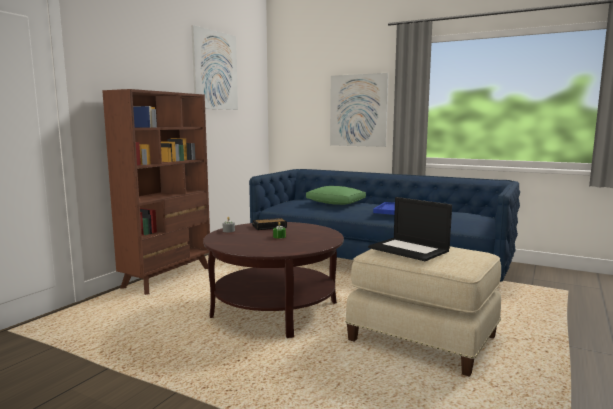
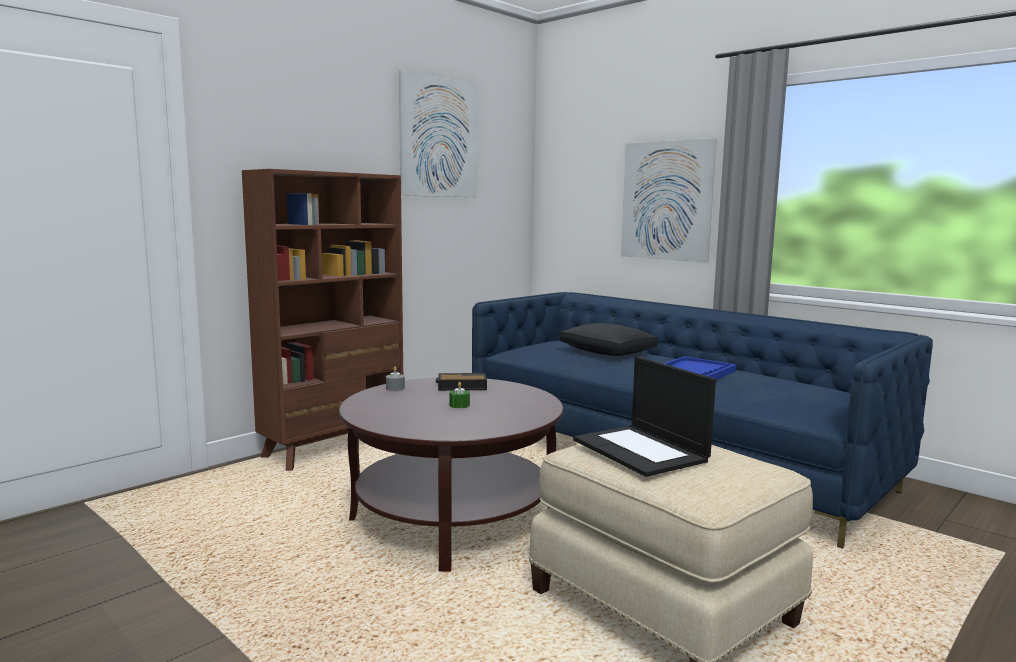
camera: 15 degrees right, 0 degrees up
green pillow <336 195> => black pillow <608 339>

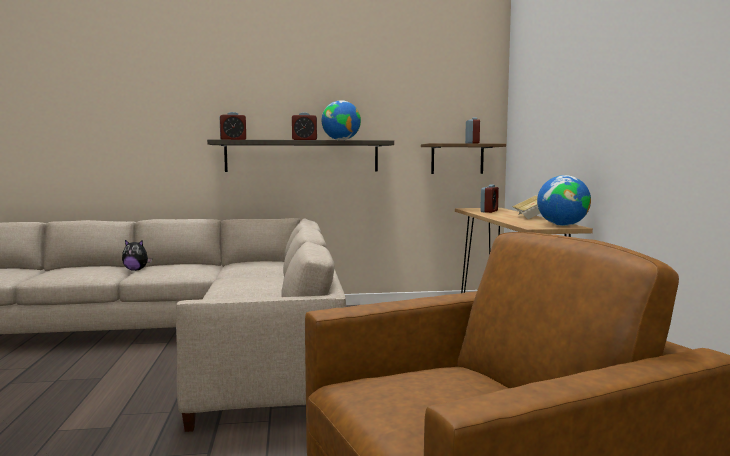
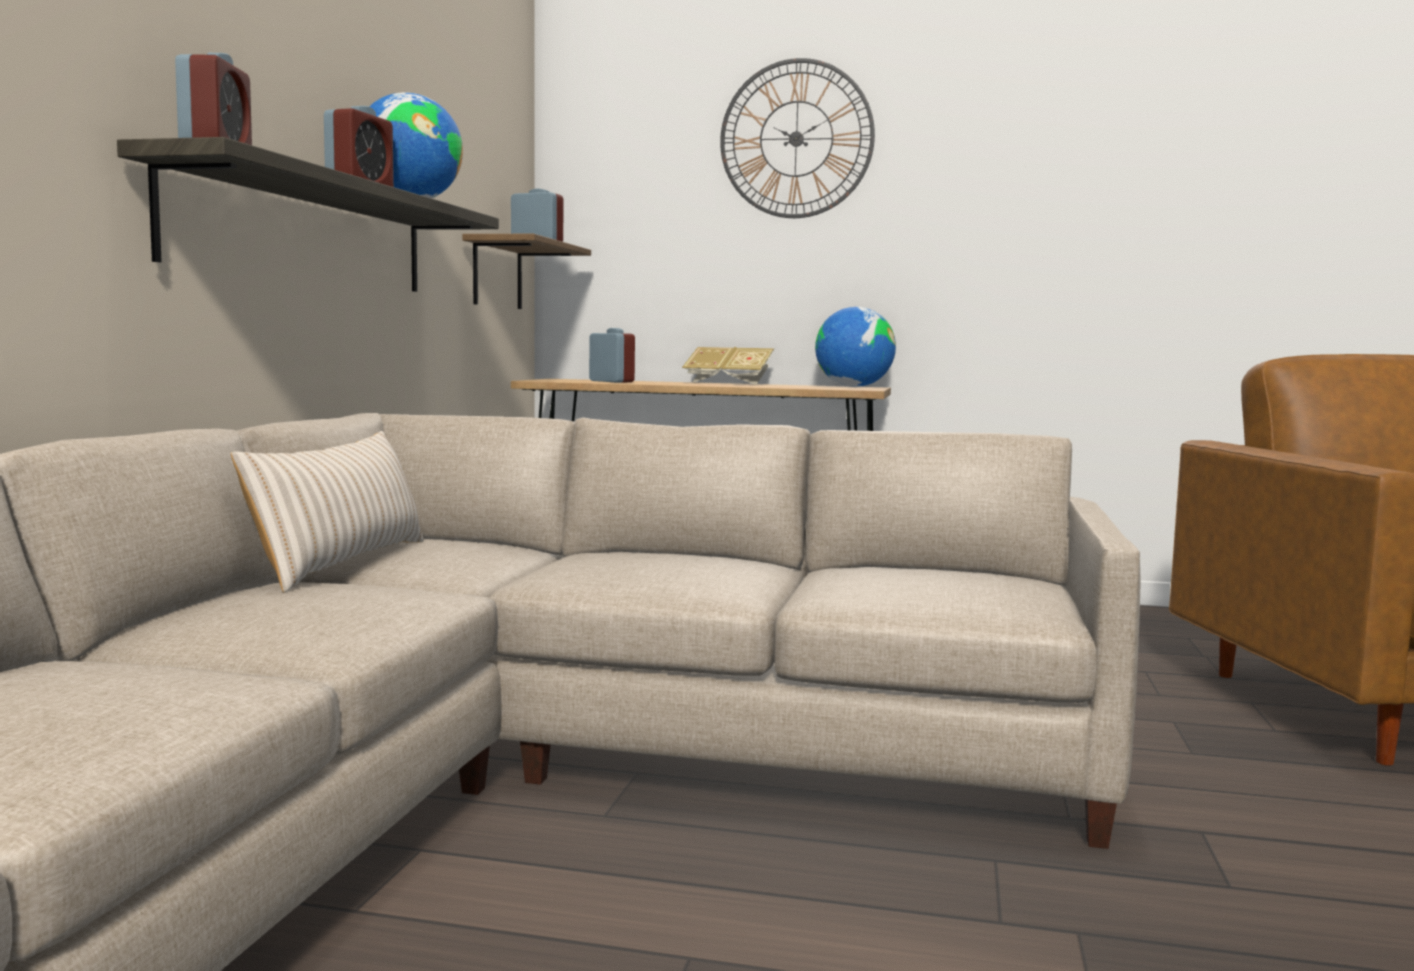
camera: 70 degrees left, 0 degrees up
nothing => beige pillow <327 512>
nothing => wall clock <797 138>
plush toy <137 255> => nothing

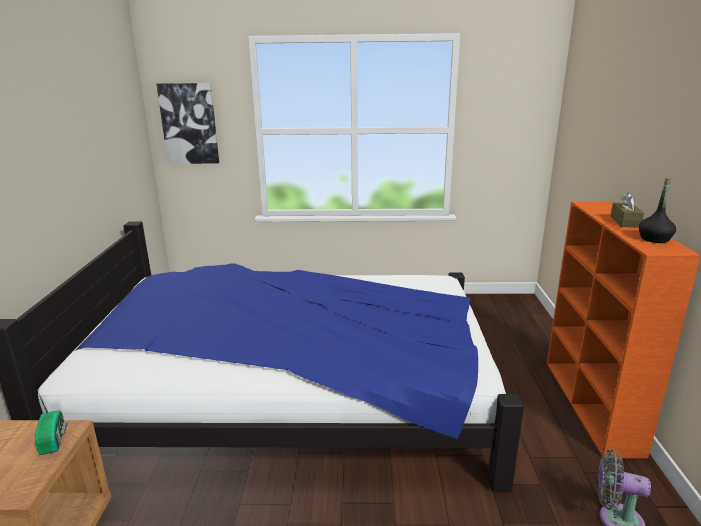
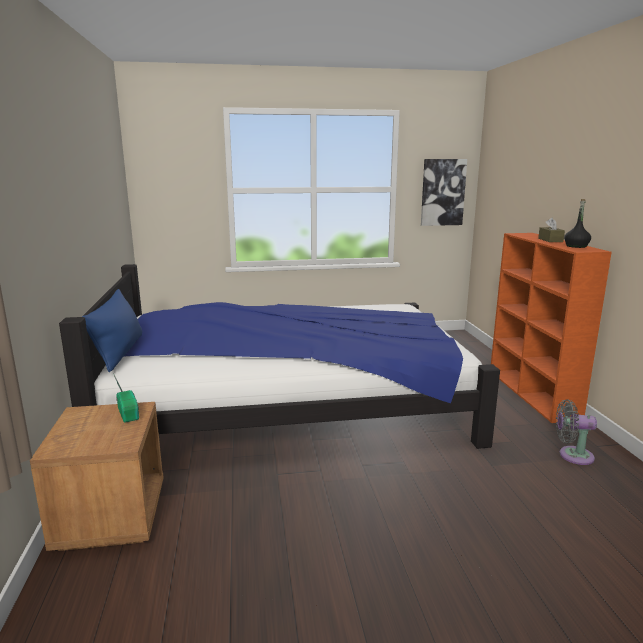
camera: 10 degrees left, 5 degrees down
nothing => blue pillow <112 330>
picture <188 123> => picture <444 192>, moved

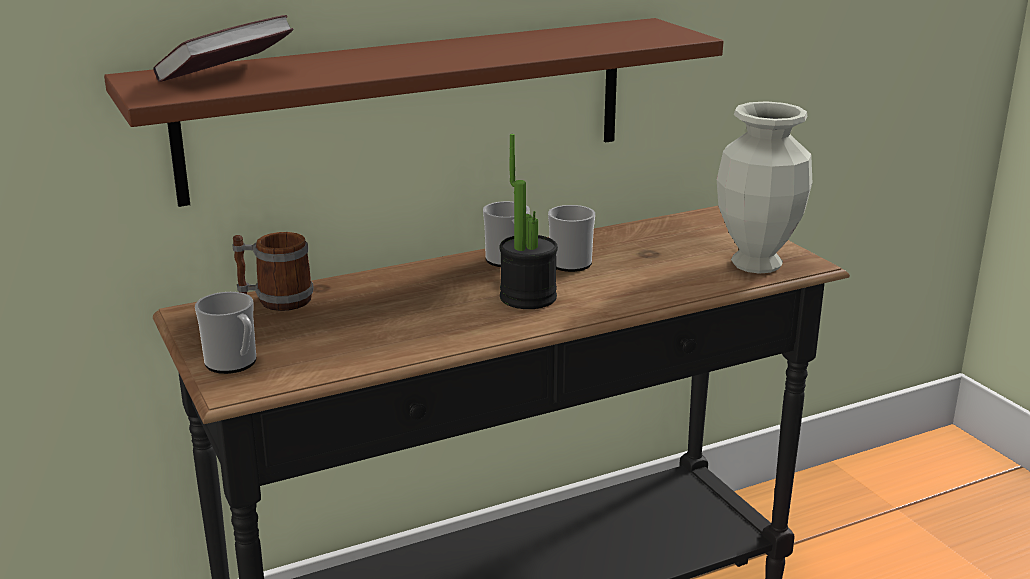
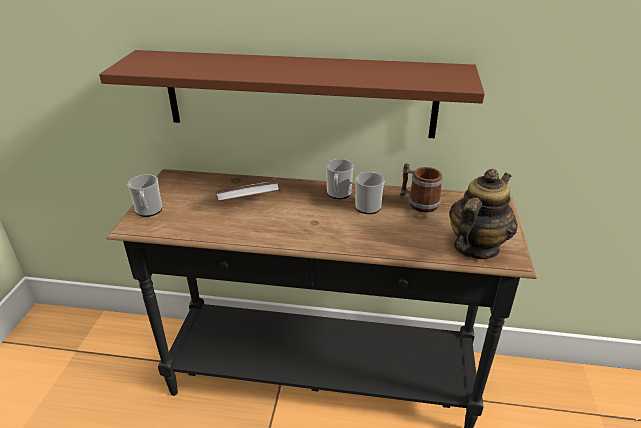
camera: 35 degrees right, 10 degrees up
book <223 48> => book <248 190>, moved
mug <273 271> => mug <421 188>, moved
vase <764 187> => teapot <483 214>
potted plant <528 221> => nothing

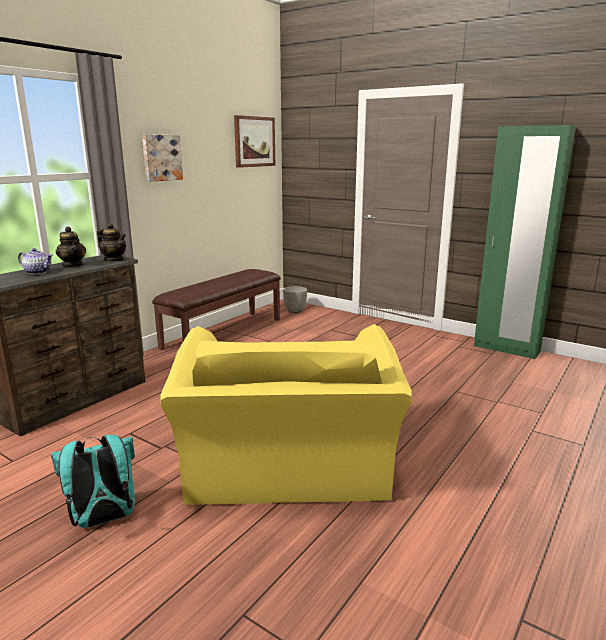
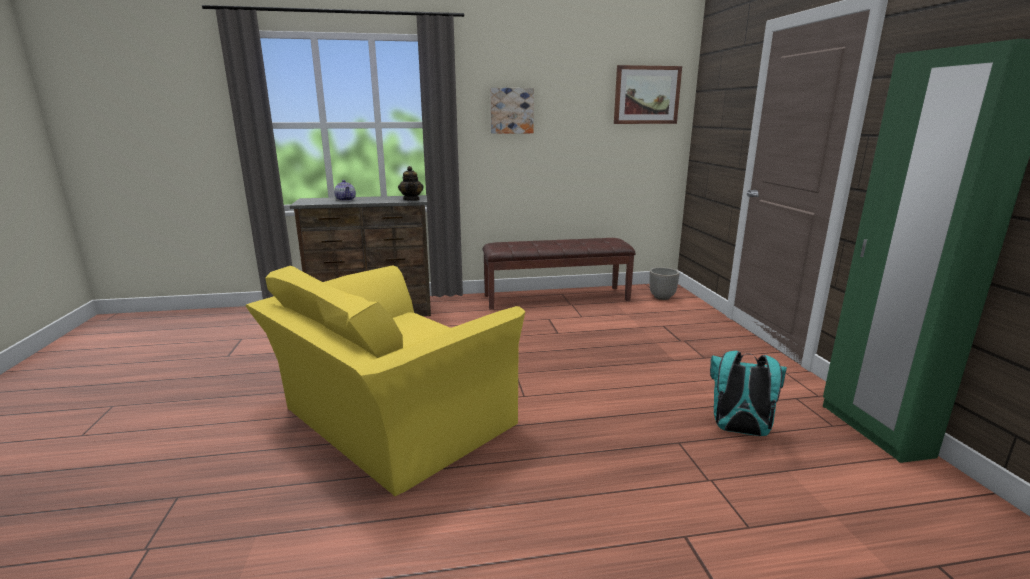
camera: 45 degrees right, 0 degrees up
turquoise backpack <93 481> => turquoise backpack <748 393>, moved
teapot <71 247> => nothing

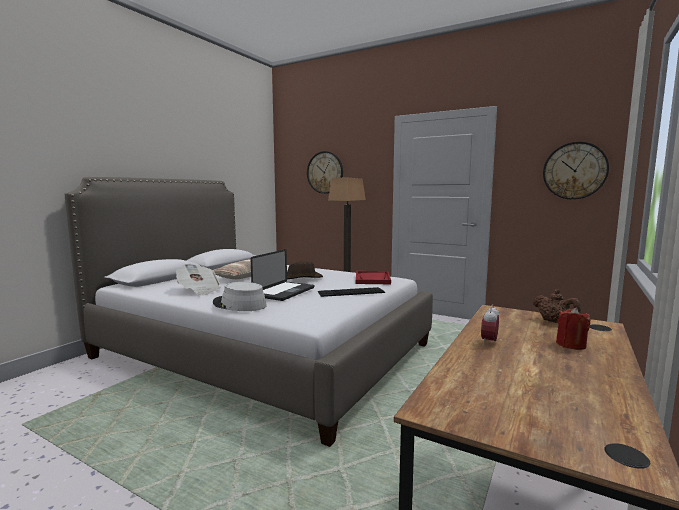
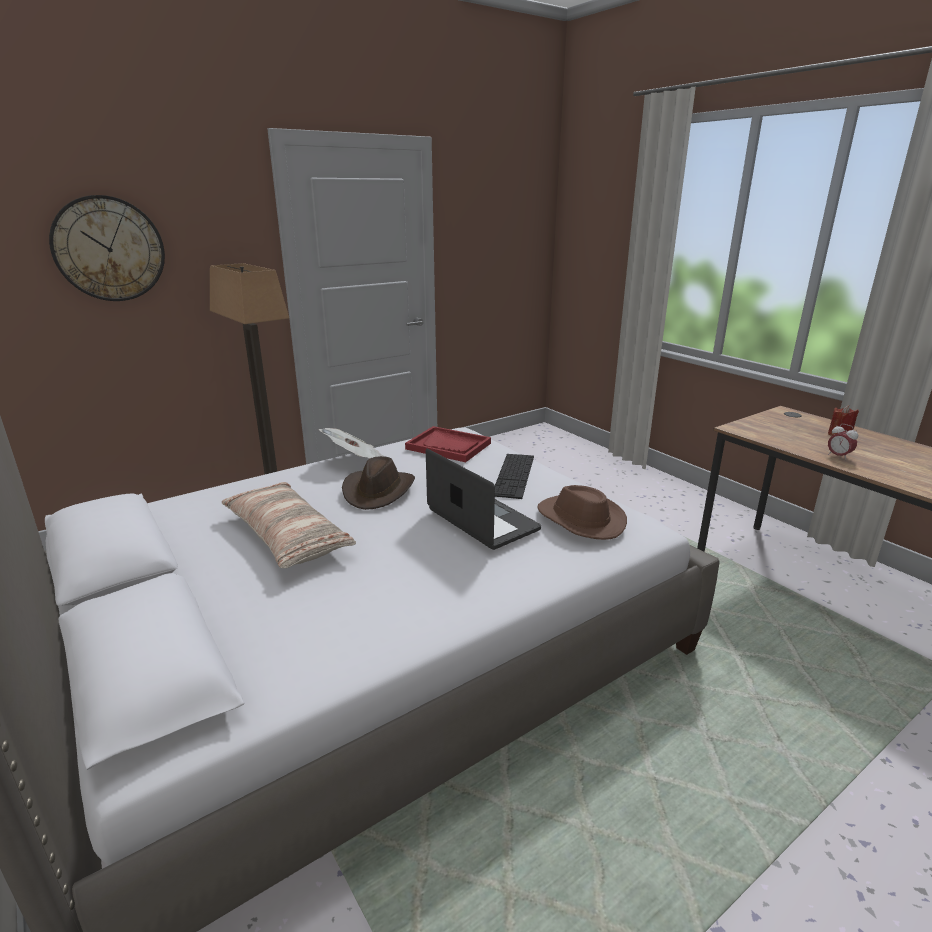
camera: 65 degrees left, 15 degrees up
newspaper <198 280> => newspaper <351 443>, moved
nothing => brown hat <582 512>
grey hat <240 296> => nothing
brown teapot <557 306> => nothing
wall clock <576 171> => nothing

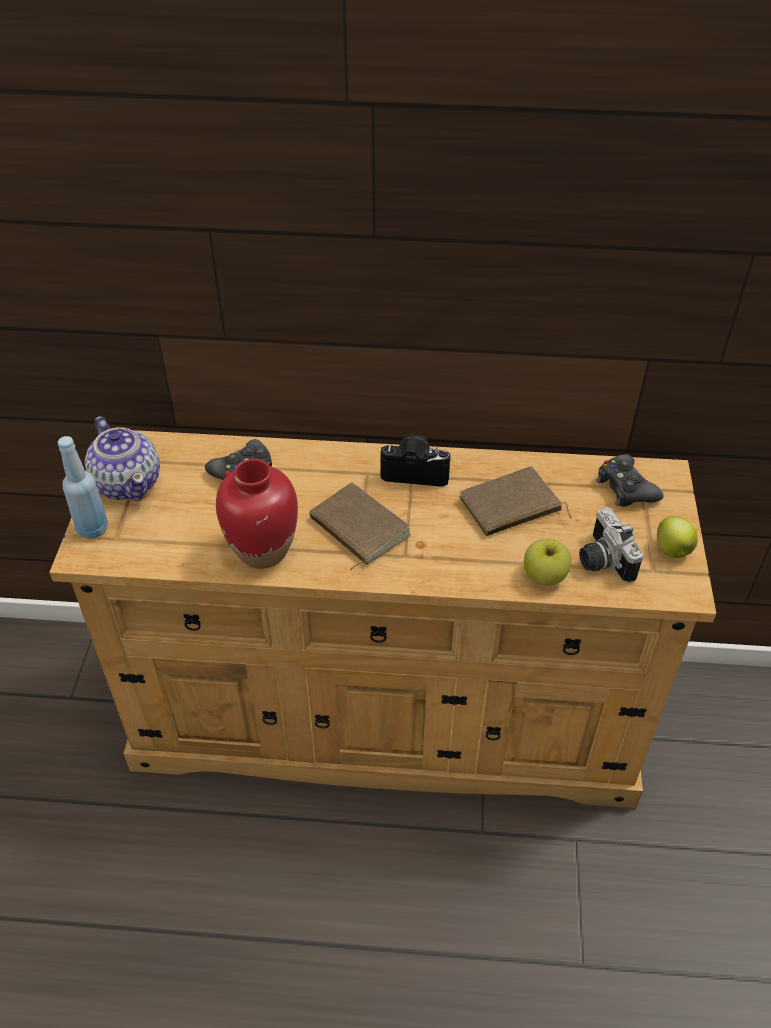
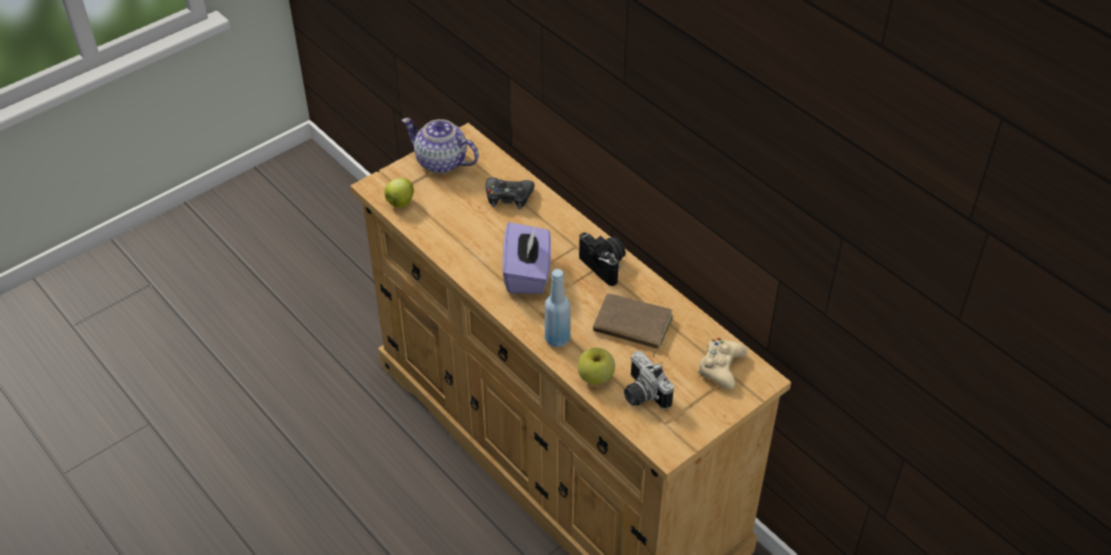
camera: 45 degrees right, 0 degrees up
apple <677 537> => apple <399 193>, moved
teapot <122 458> => teapot <440 145>, 105 degrees clockwise
brown book <360 526> => purple tissue box <526 258>
blue bottle <83 487> => blue bottle <558 308>, moved
photo camera <611 545> => photo camera <649 380>, 60 degrees counterclockwise
black game controller <630 480> => beige game controller <722 364>
red vase <257 514> => nothing

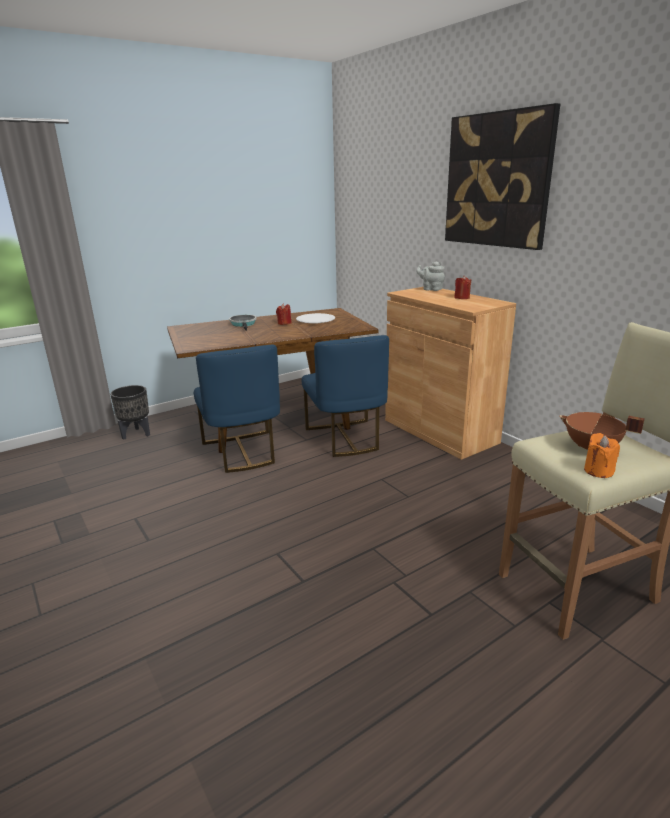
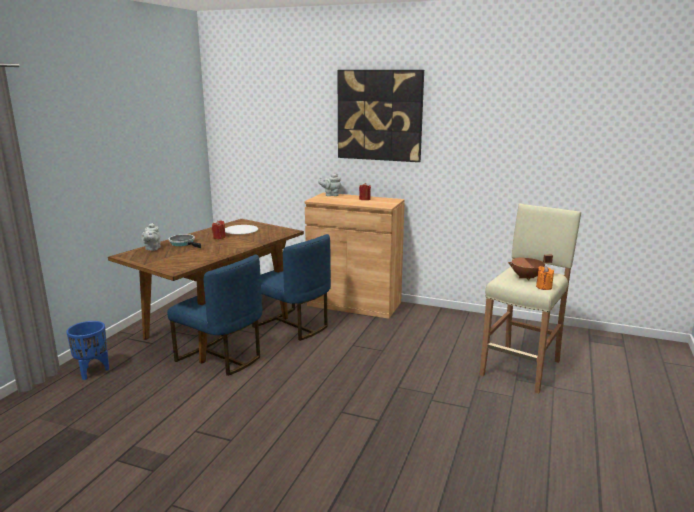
camera: 35 degrees left, 5 degrees down
black planter <130 412> => blue planter <87 350>
nothing => grey teapot <151 237>

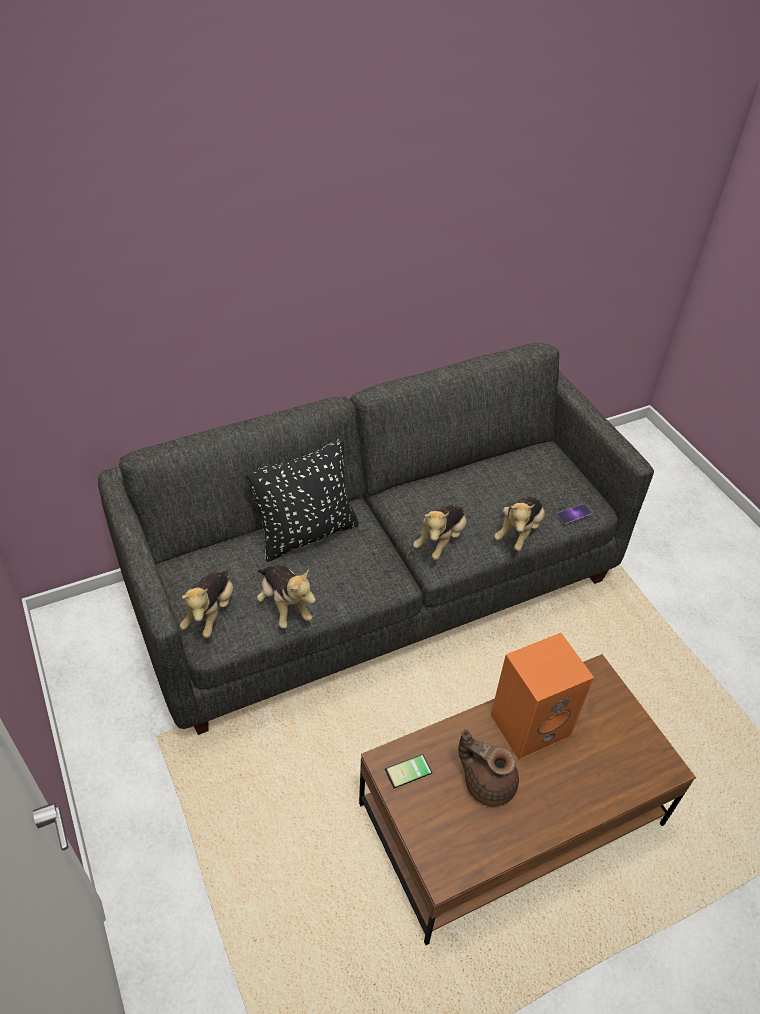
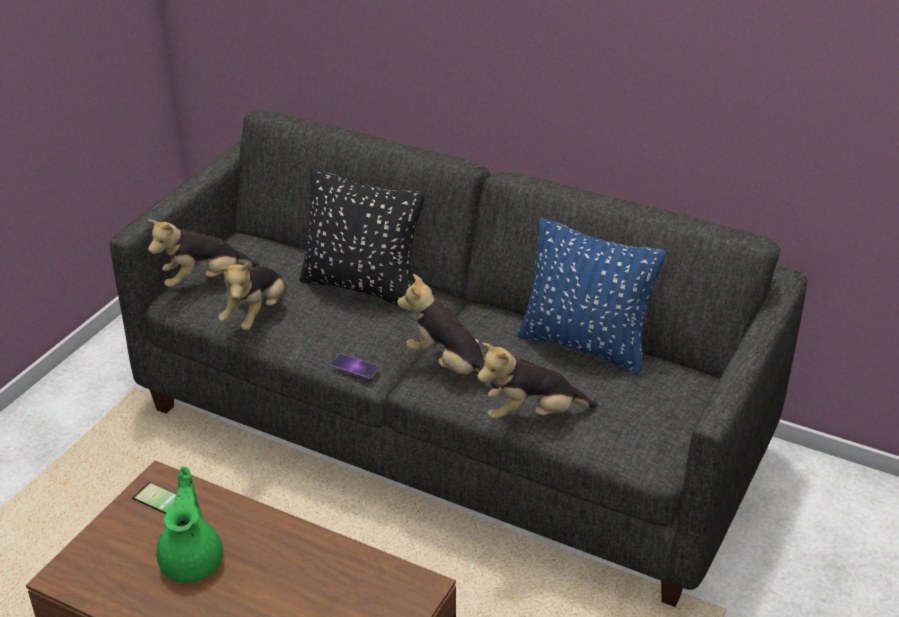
camera: 55 degrees right, 10 degrees down
brown teapot <488 768> => green teapot <189 524>
phone <574 513> => phone <355 366>, moved
plush toy <440 532> => plush toy <448 331>, 45 degrees clockwise
nothing => blue pillow <592 296>
orange speaker <542 696> => nothing

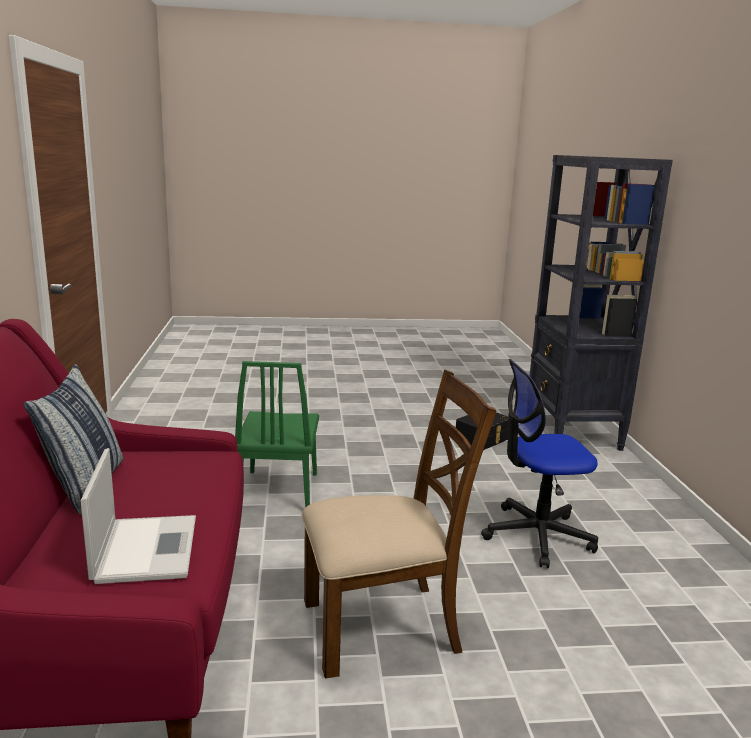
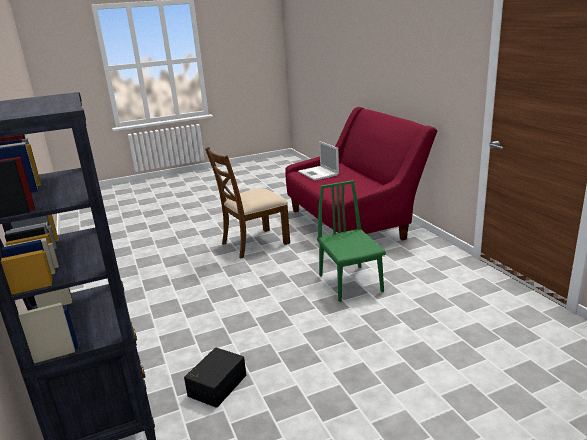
camera: 165 degrees right, 5 degrees up
pillow <73 439> => nothing
office chair <539 463> => nothing

